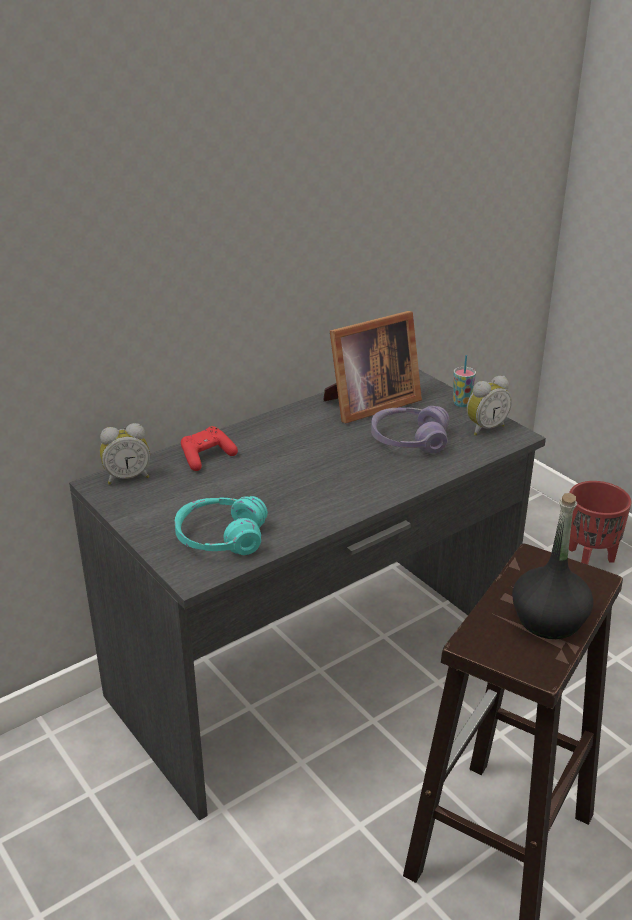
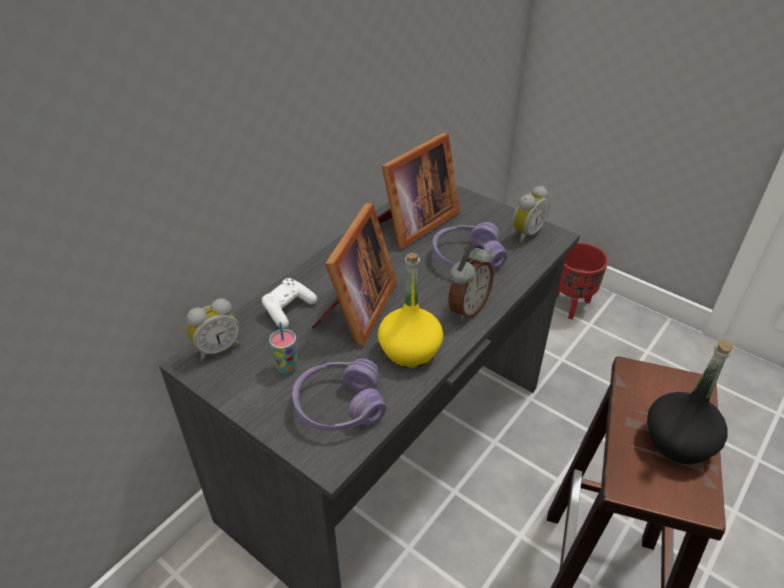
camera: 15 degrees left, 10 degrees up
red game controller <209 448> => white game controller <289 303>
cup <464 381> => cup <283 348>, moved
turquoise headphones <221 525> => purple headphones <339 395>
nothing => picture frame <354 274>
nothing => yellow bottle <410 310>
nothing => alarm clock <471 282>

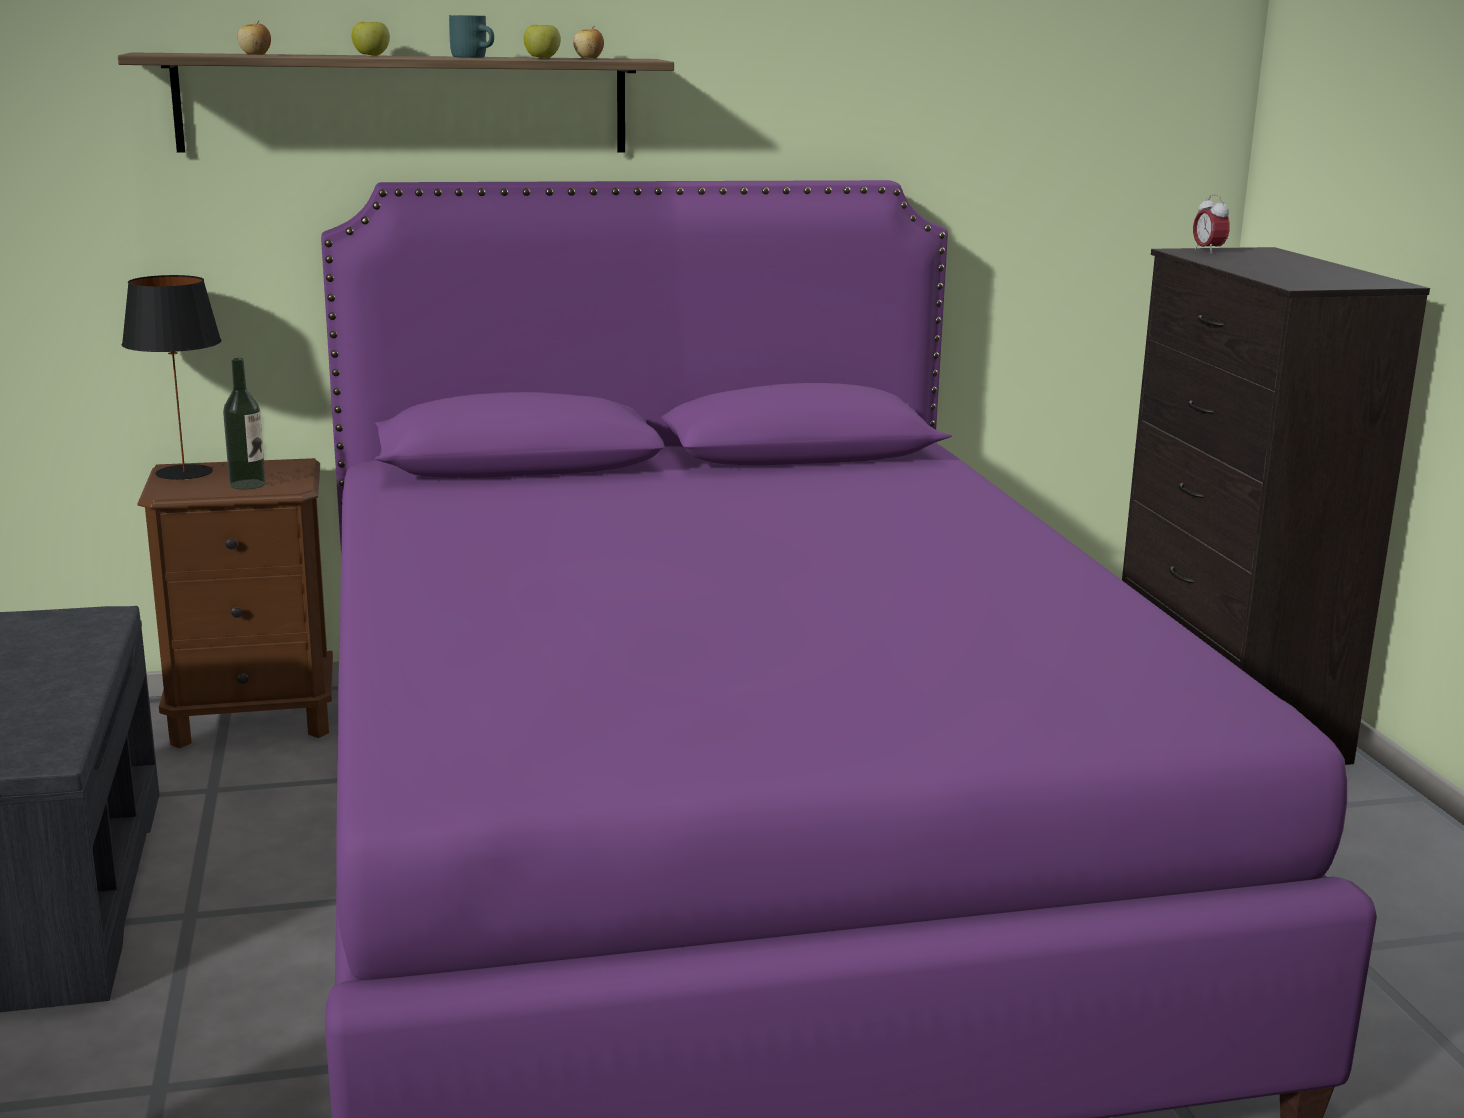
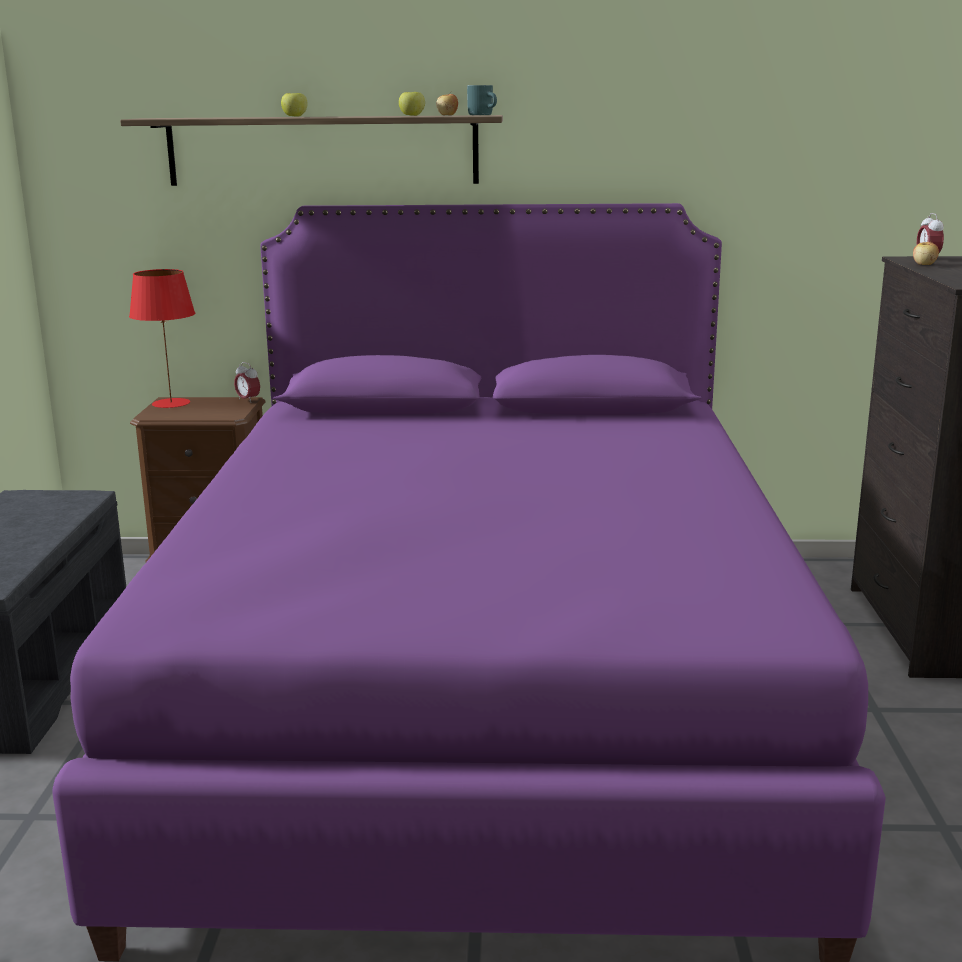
camera: 15 degrees right, 0 degrees up
black table lamp <171 377> => red table lamp <162 338>
nothing => alarm clock <247 382>
turquoise mug <471 36> => turquoise mug <482 100>, moved
apple <254 37> => apple <926 252>, moved
bottle <244 424> => nothing

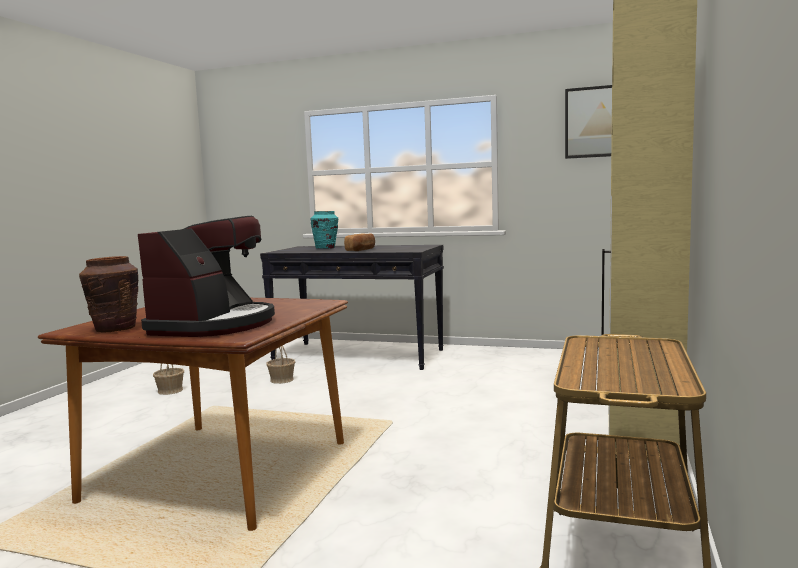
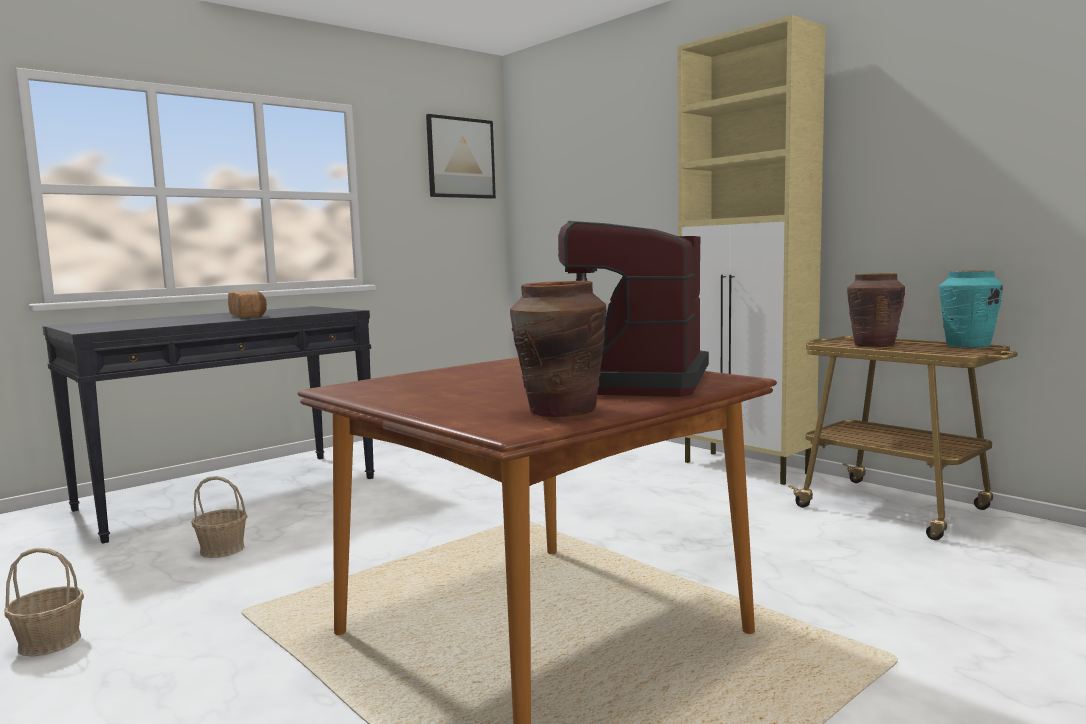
camera: 60 degrees left, 0 degrees up
coffee machine <206 276> => coffee machine <633 309>, 120 degrees counterclockwise
nothing => brown vase <876 310>
turquoise vase <324 230> => turquoise vase <971 309>, moved

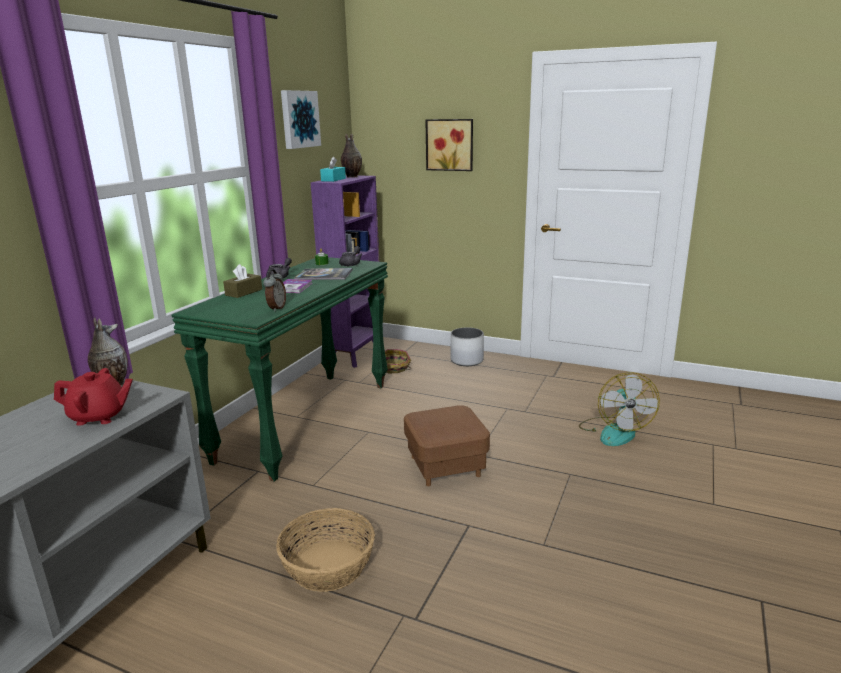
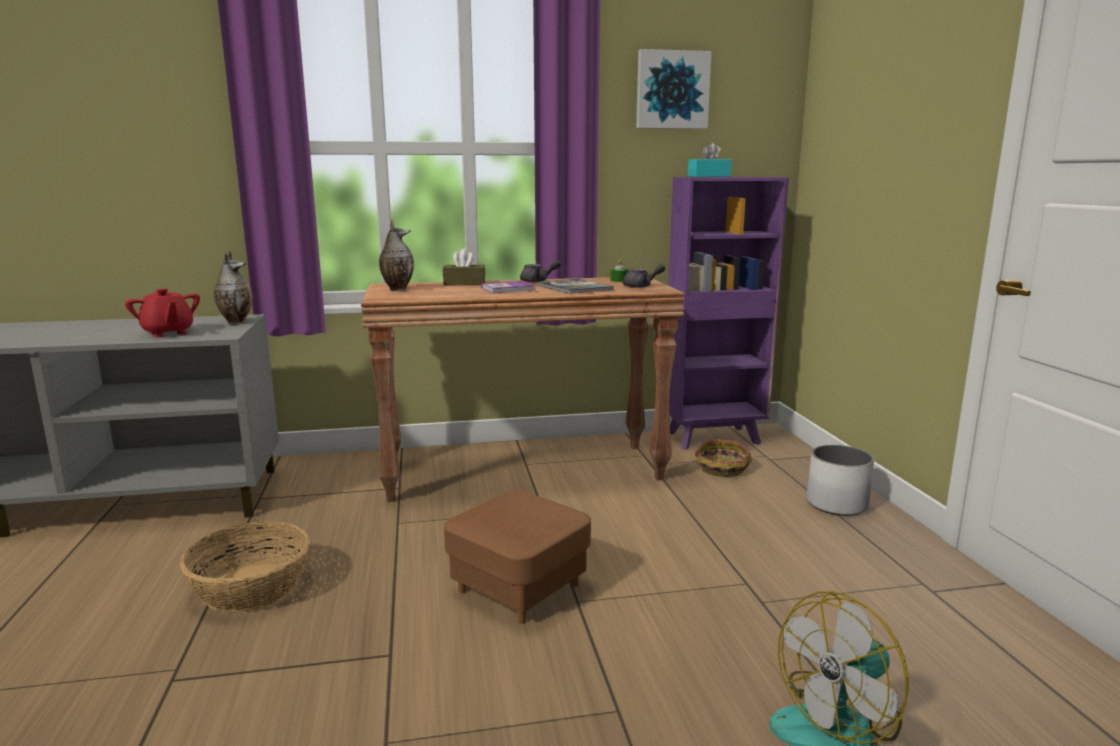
camera: 55 degrees right, 5 degrees down
green console table <279 369> => brown console table <523 389>
vase <351 155> => vase <396 255>, moved
alarm clock <274 290> => nothing
picture <449 145> => nothing

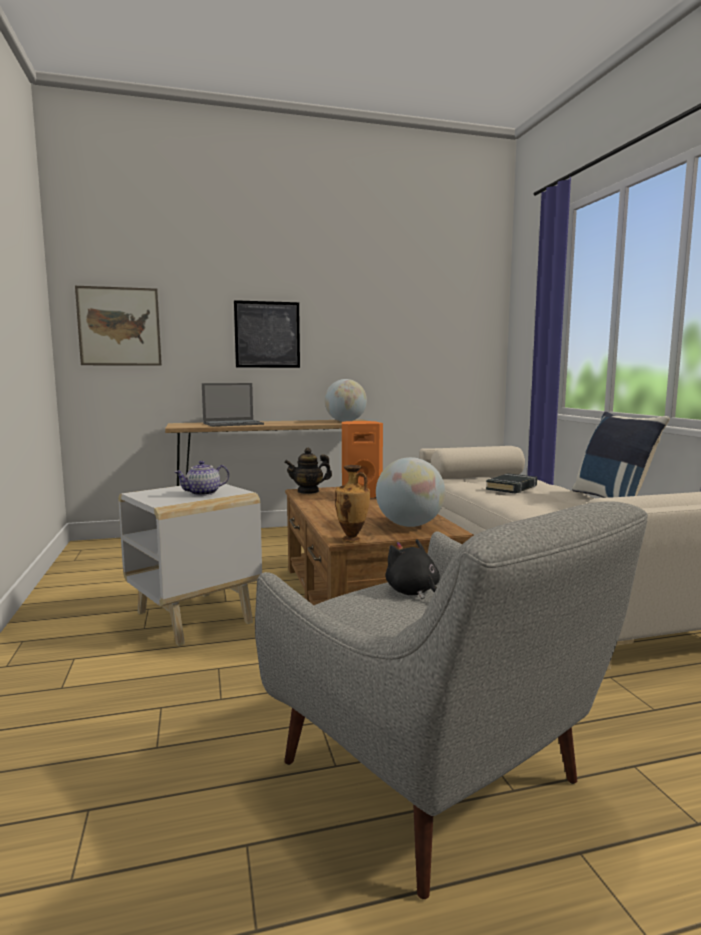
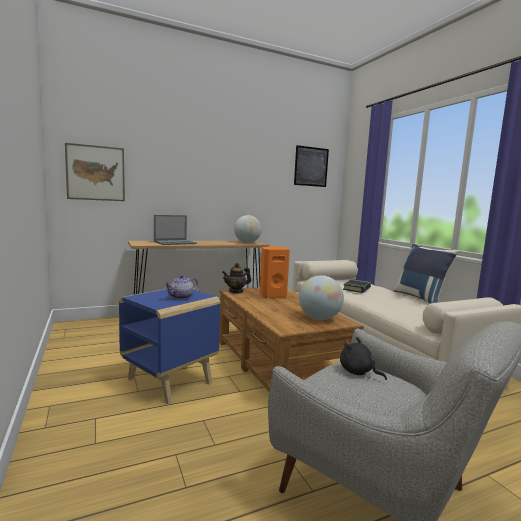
camera: 10 degrees left, 0 degrees up
white side table <190 564> => blue side table <169 346>
picture <267 334> => picture <311 166>, moved
vase <352 503> => nothing

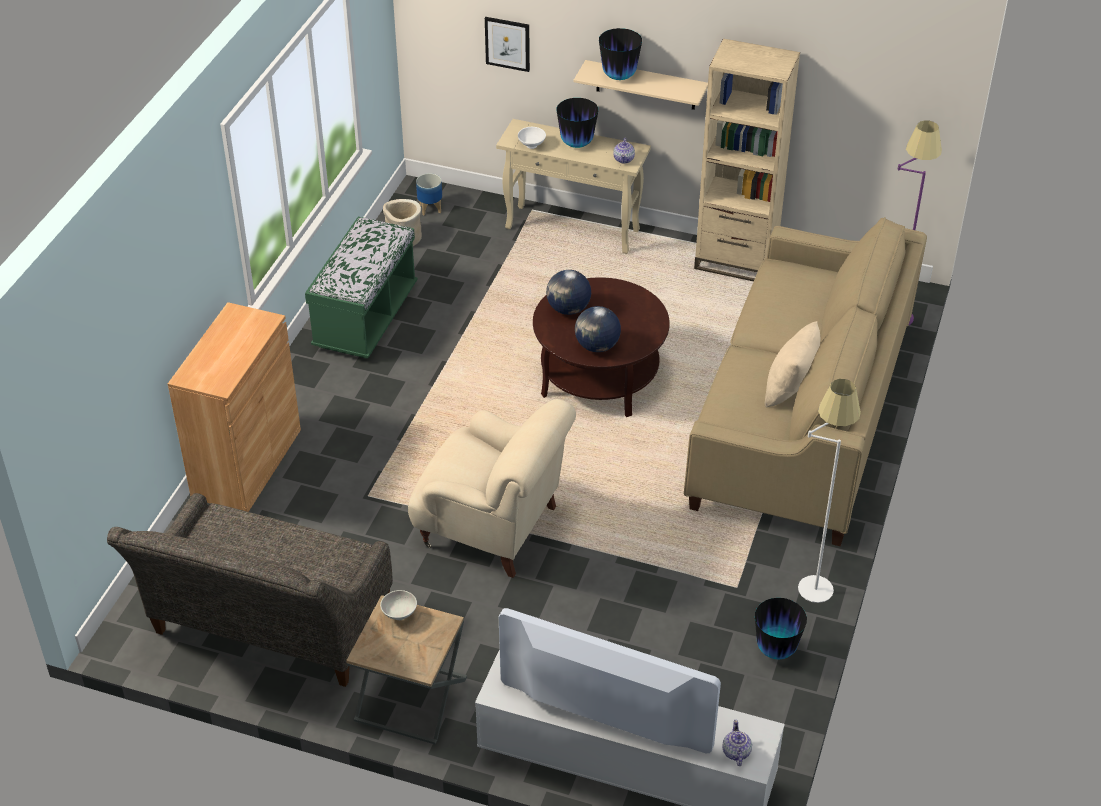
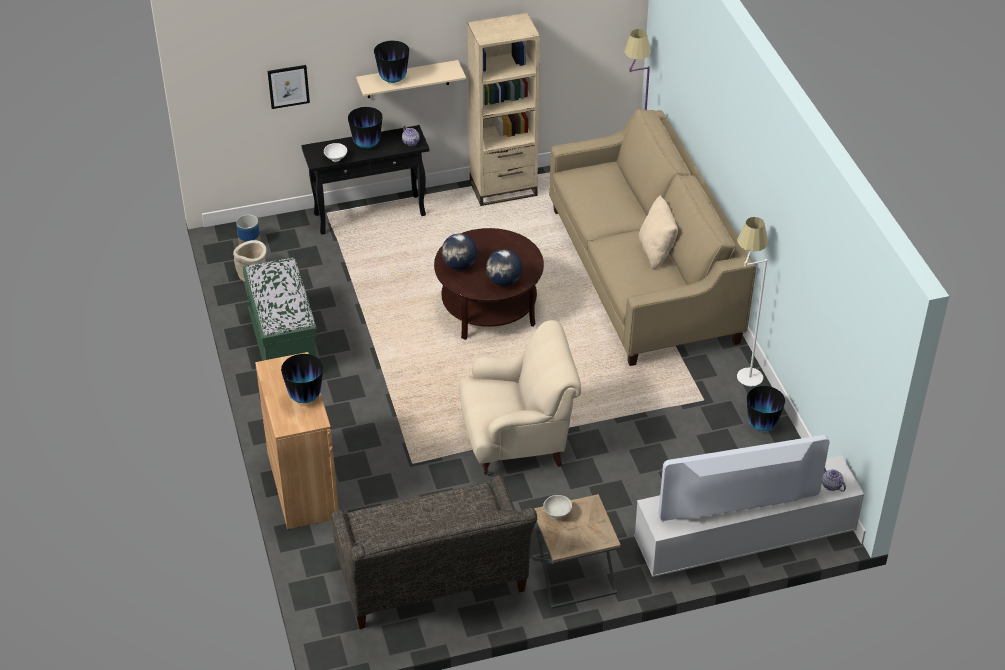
camera: 35 degrees left, 0 degrees up
nothing => vase <302 378>
beige console table <573 186> => black console table <365 180>

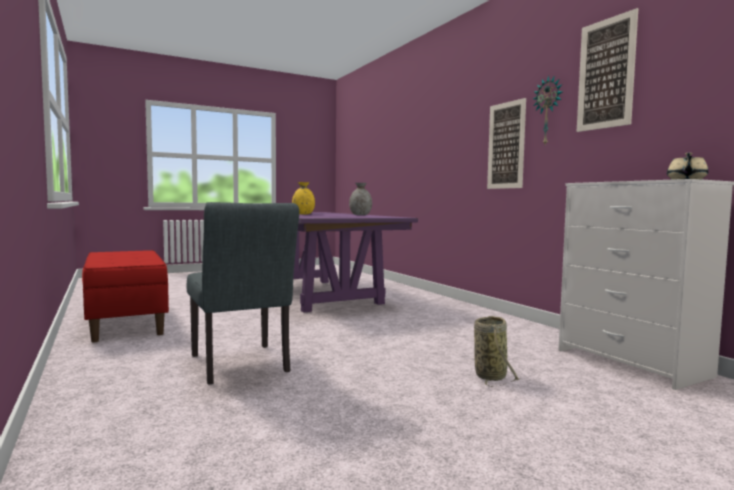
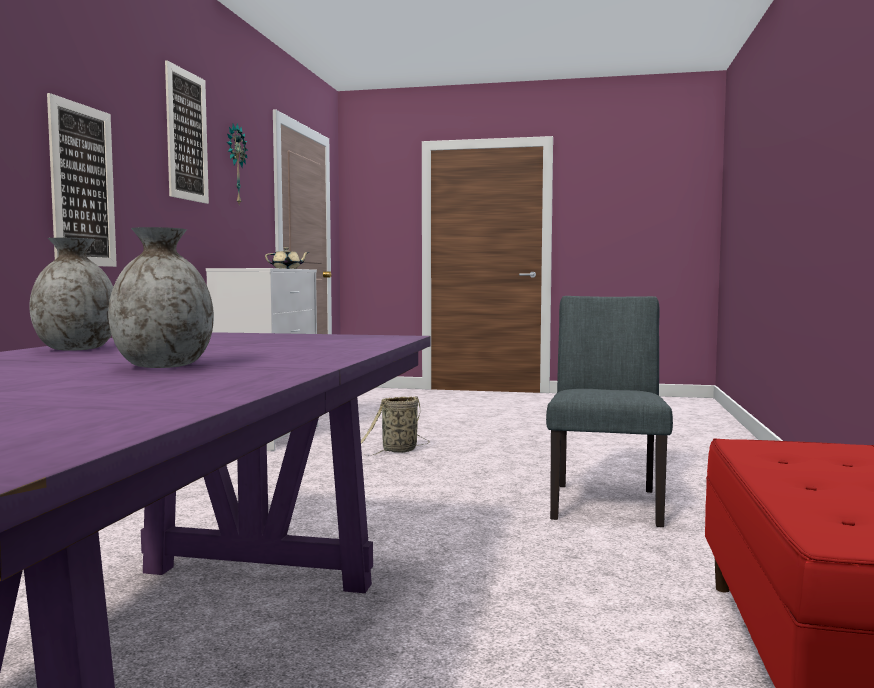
camera: 140 degrees left, 0 degrees up
yellow vase <303 198> => grey vase <161 297>
wall clock <548 109> => wall clock <237 163>, moved

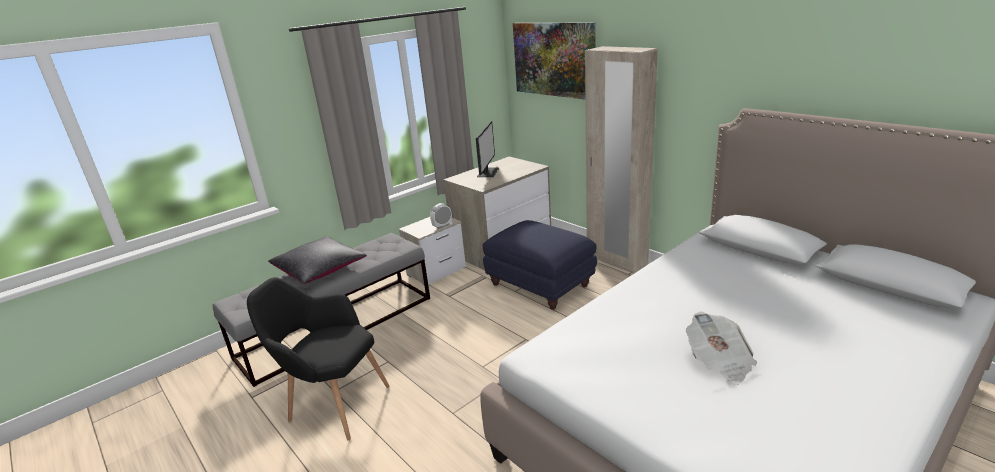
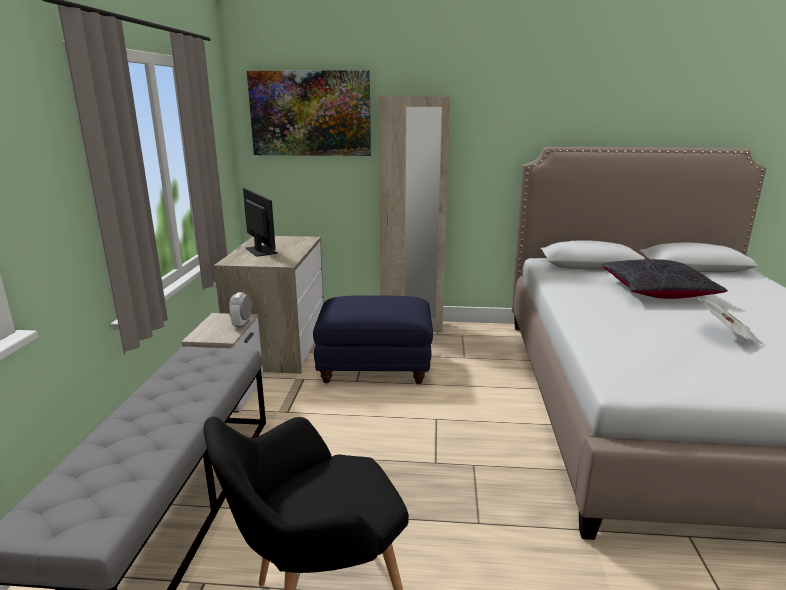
camera: 45 degrees left, 5 degrees down
black pillow <317 260> => black pillow <665 279>, moved

